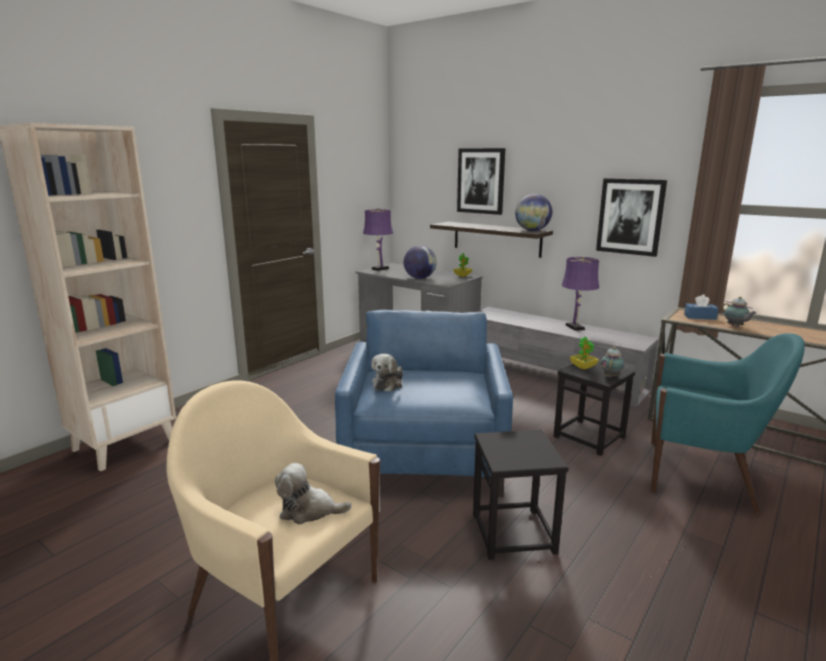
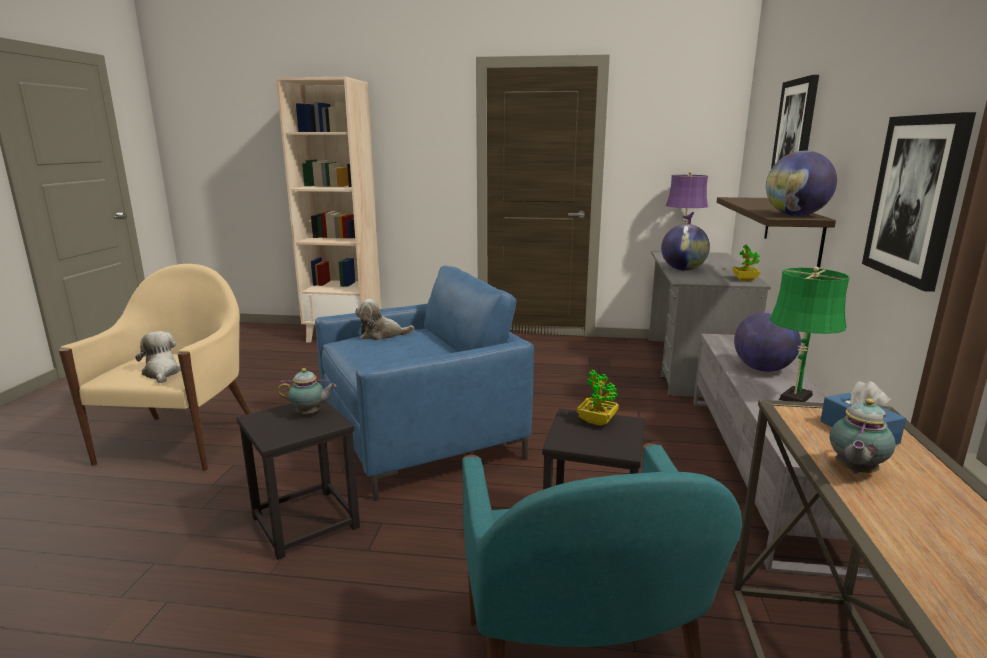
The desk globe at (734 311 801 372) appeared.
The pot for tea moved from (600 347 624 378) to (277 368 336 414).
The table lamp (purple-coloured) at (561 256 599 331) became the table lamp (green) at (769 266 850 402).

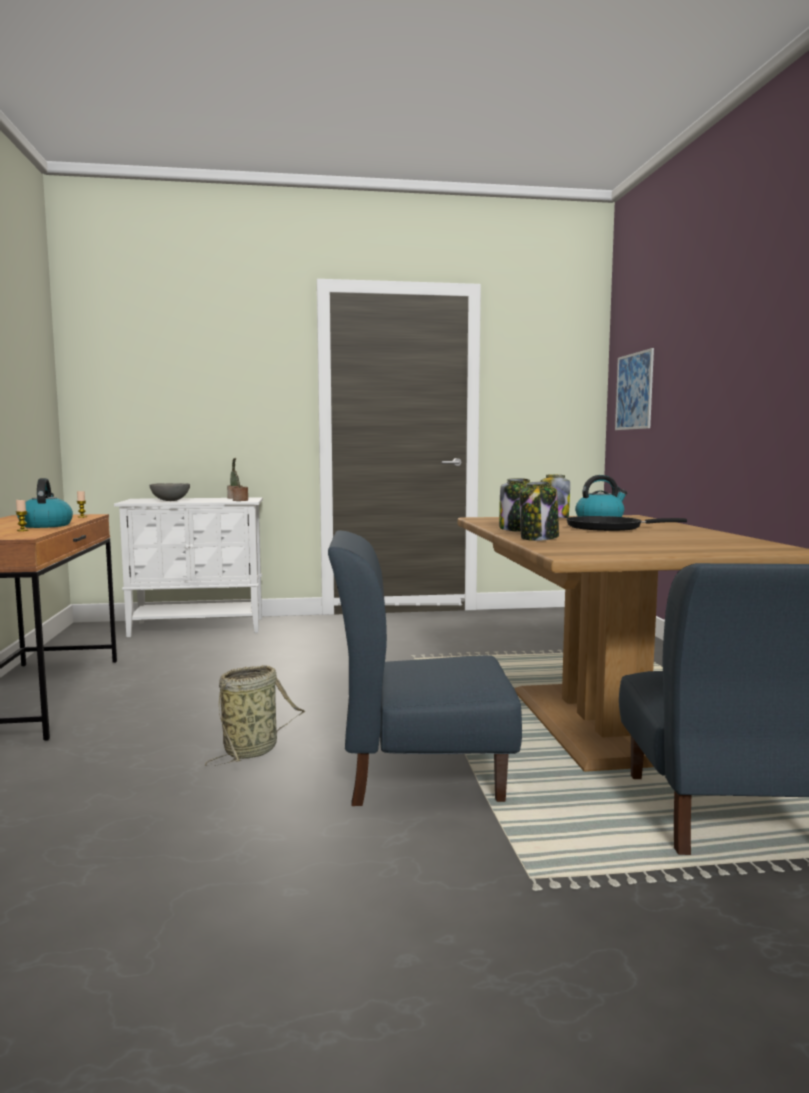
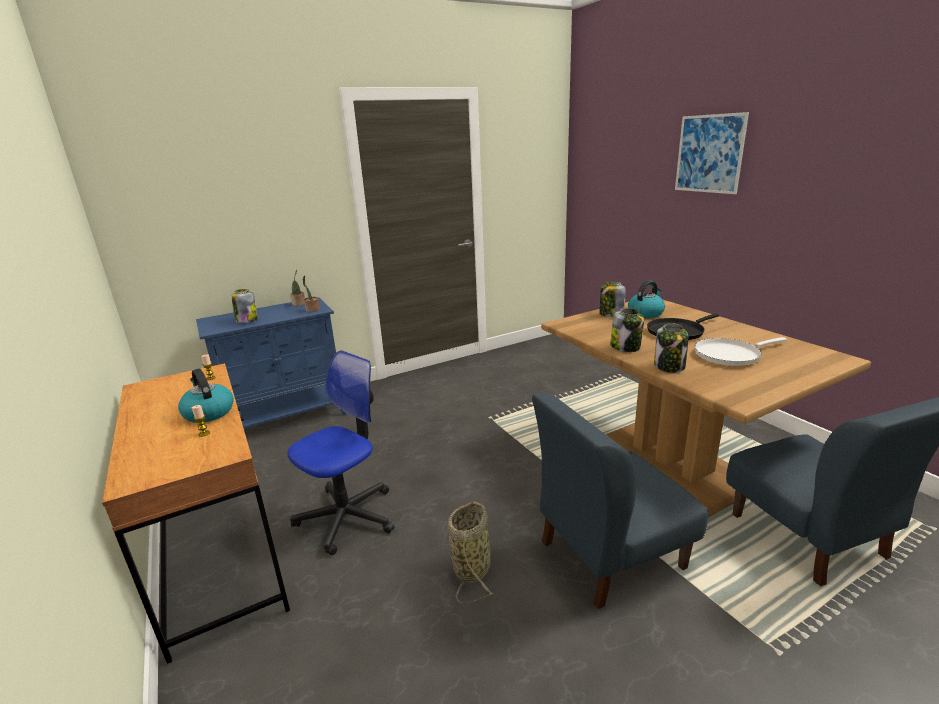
The computer chair at (287 350 394 555) appeared.
The frying pan (whitish) at (694 337 787 366) appeared.
The wall art moved from (615 348 654 430) to (675 112 749 194).
The bowl (greyish) at (150 483 190 501) was replaced by the preserve jar at (232 289 258 323).
The storage cabinet (whitish) at (114 497 263 637) became the storage cabinet (blue) at (196 297 346 428).

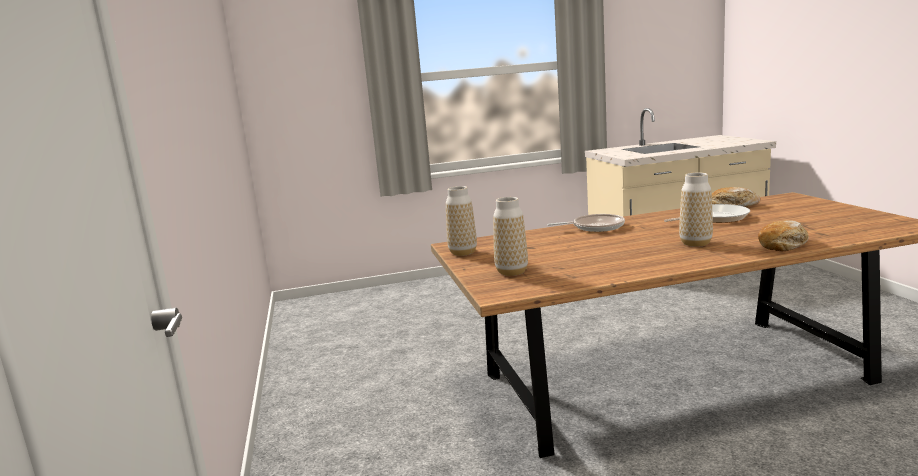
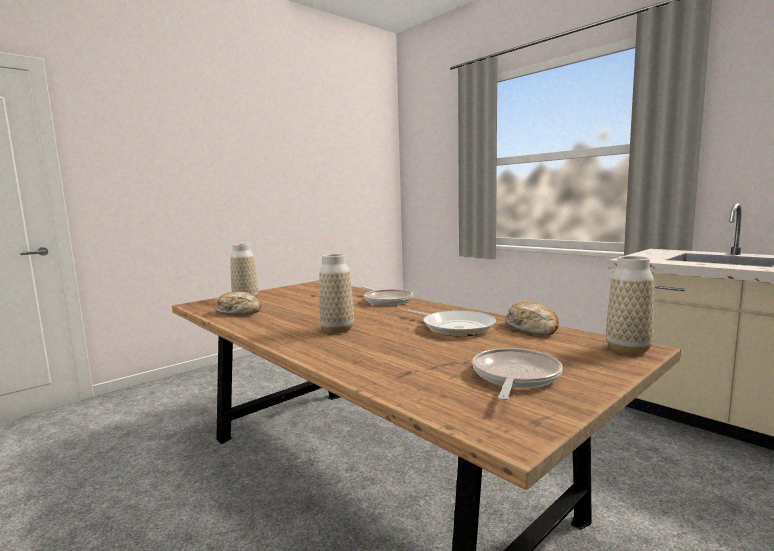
The frying pan at (472 348 563 401) appeared.
The decorative vase moved from (446 186 477 256) to (606 256 654 355).
The bakery bread moved from (758 220 809 251) to (215 291 261 315).

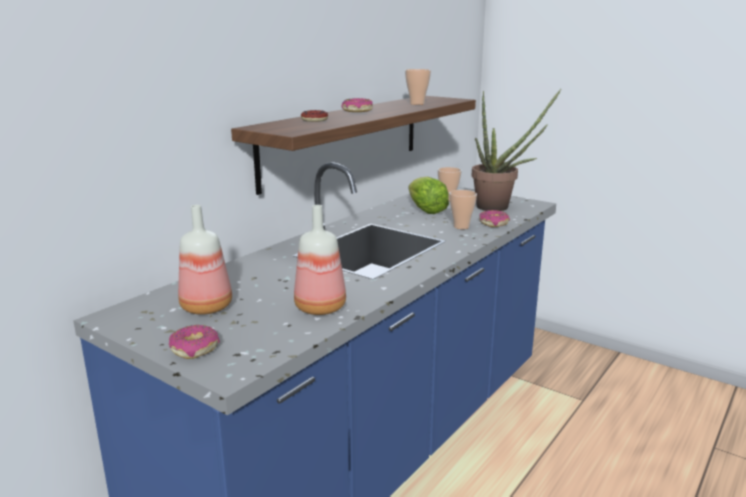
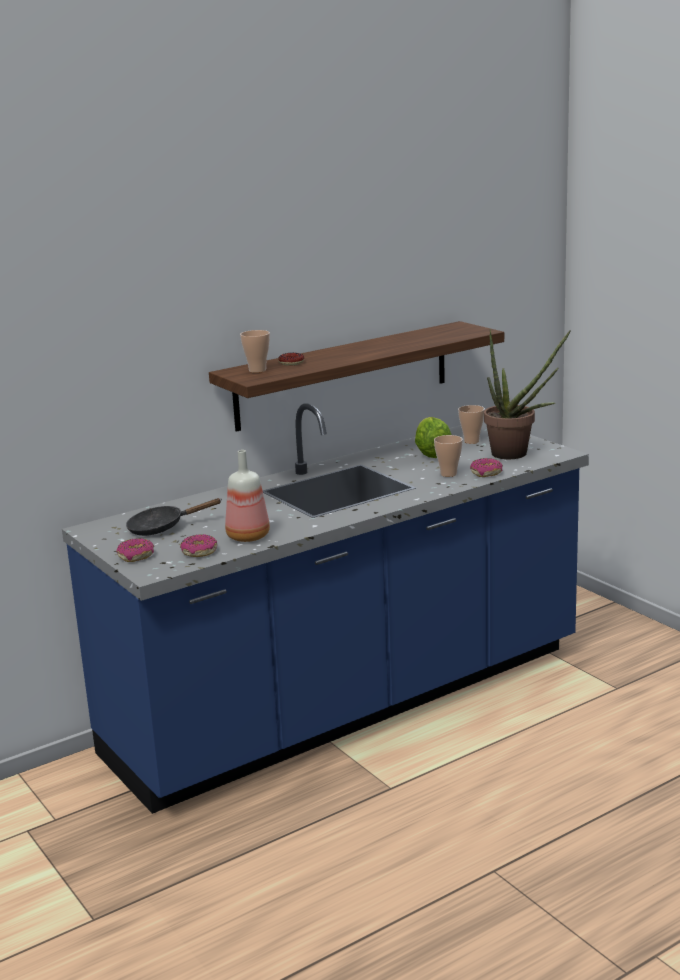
The ring doughnut moved from (342 98 373 112) to (180 534 217 557).
The drinking cup moved from (405 69 431 105) to (240 330 270 373).
The drink bottle at (178 205 232 315) was replaced by the frying pan (black-coloured) at (126 498 221 536).

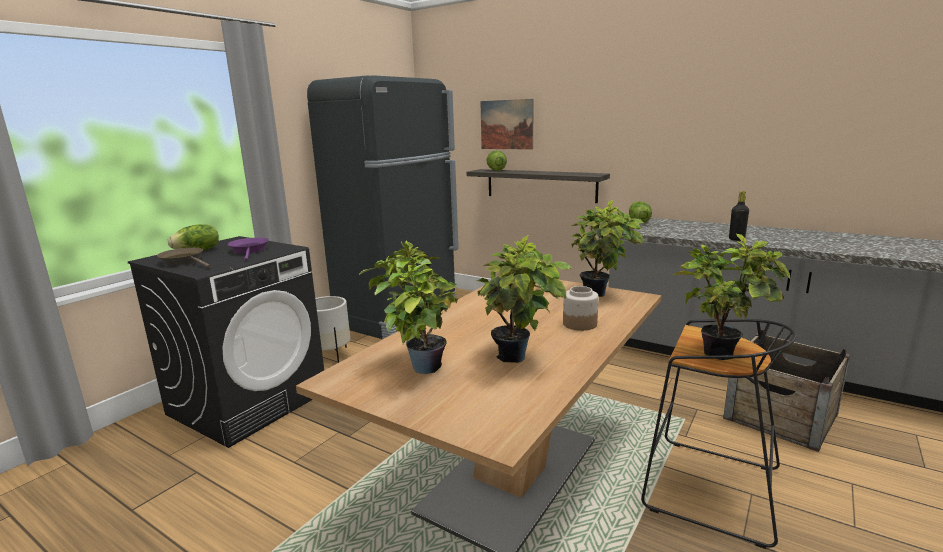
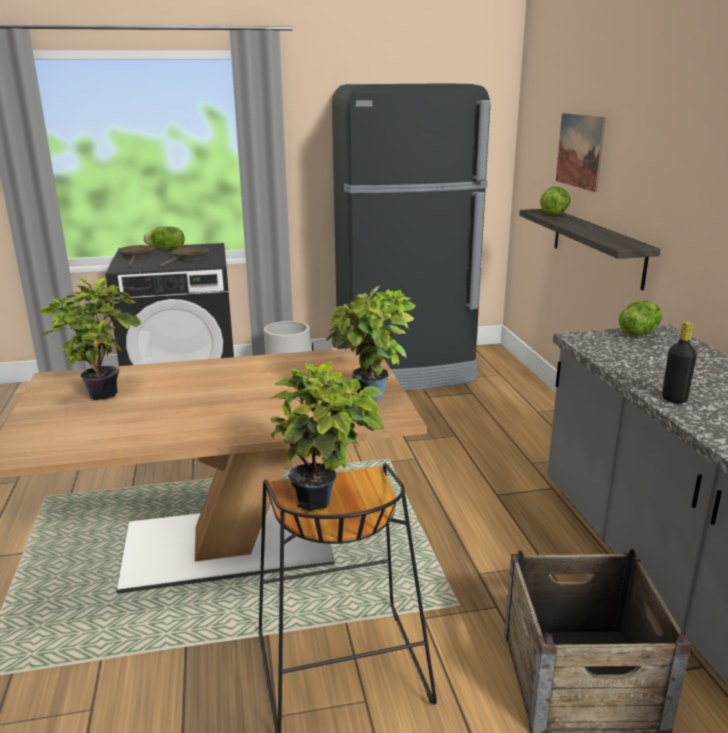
The potted plant at (477 236 572 363) disappeared.
The preserve jar at (563 286 599 331) disappeared.
The frying pan (purple-coloured) at (228 238 269 261) became the frying pan (brownish) at (158 247 209 268).

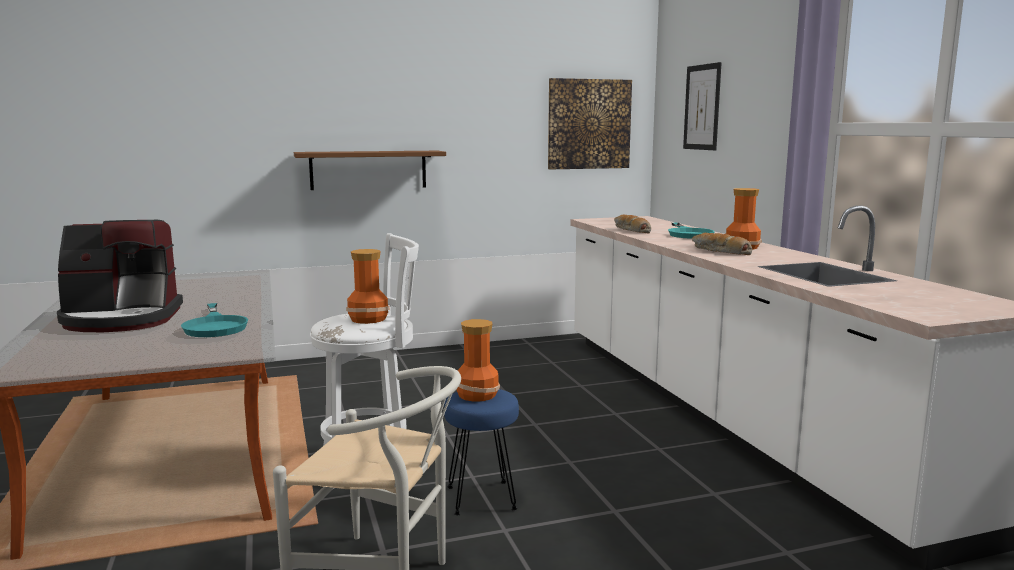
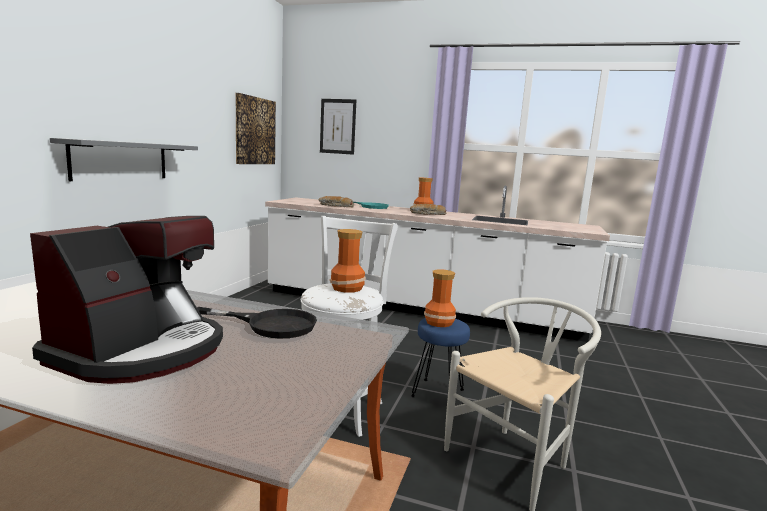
The frying pan (turquoise) at (181 303 248 337) became the frying pan (black-coloured) at (197 307 317 339).
The bracket shelf (brownish) at (294 151 446 190) became the bracket shelf (greyish) at (50 138 198 181).

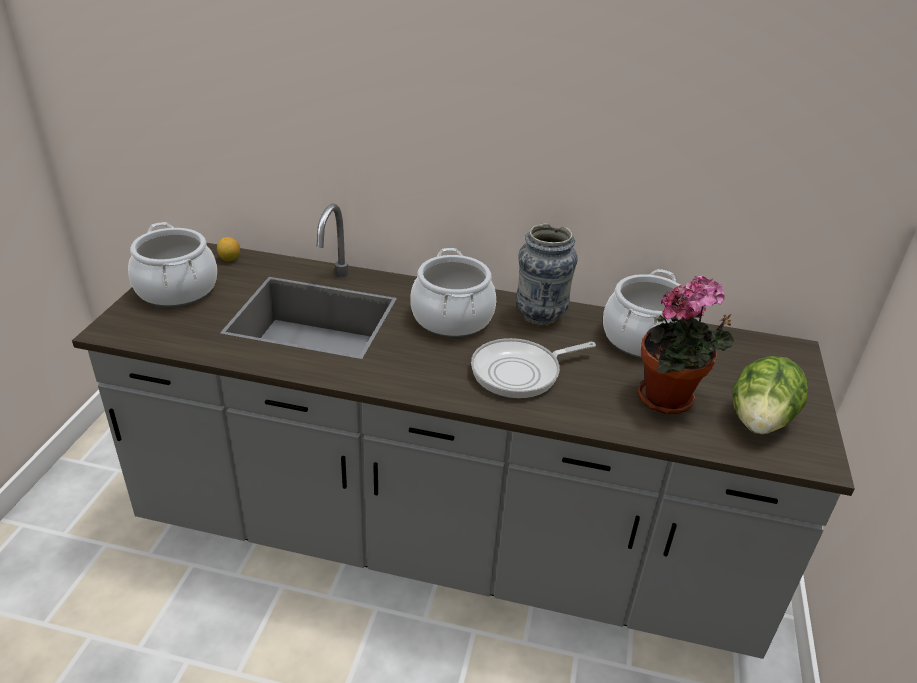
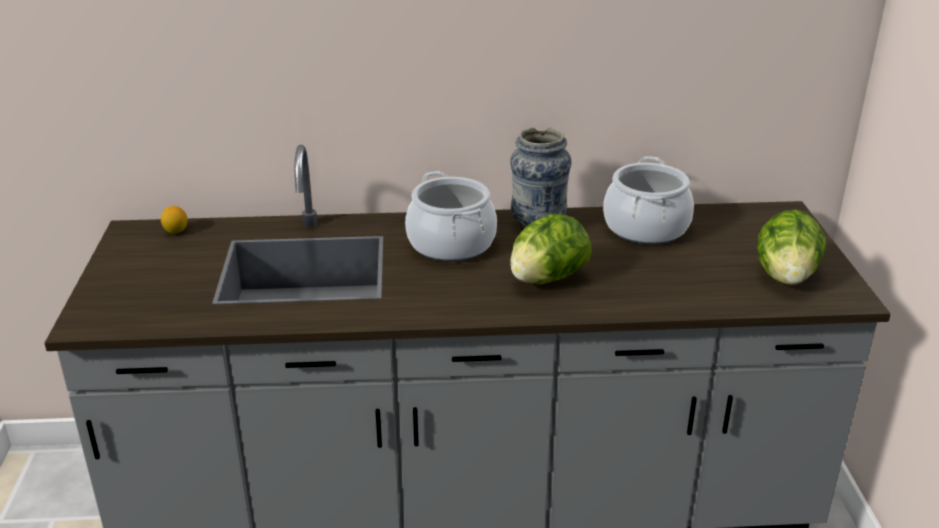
The saucepot at (128 222 217 307) disappeared.
The potted plant at (638 276 734 414) disappeared.
The frying pan at (471 338 596 398) was replaced by the head of lettuce at (510 214 592 284).

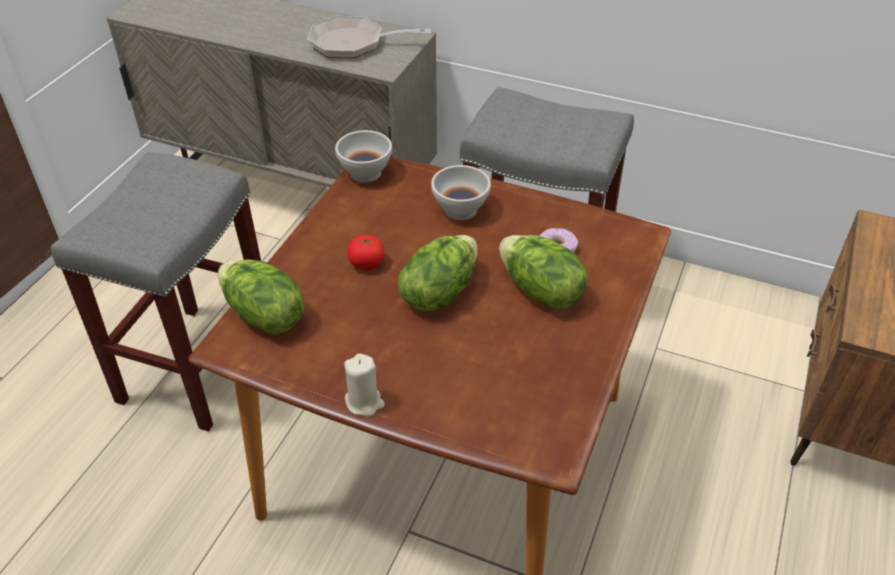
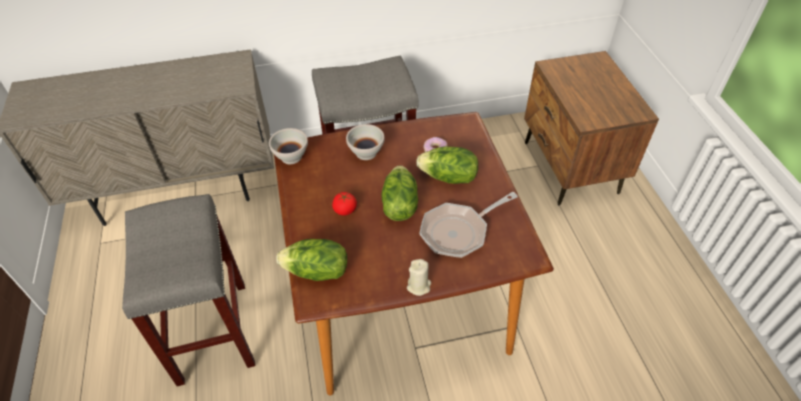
The frying pan moved from (307 16 432 58) to (419 192 518 258).

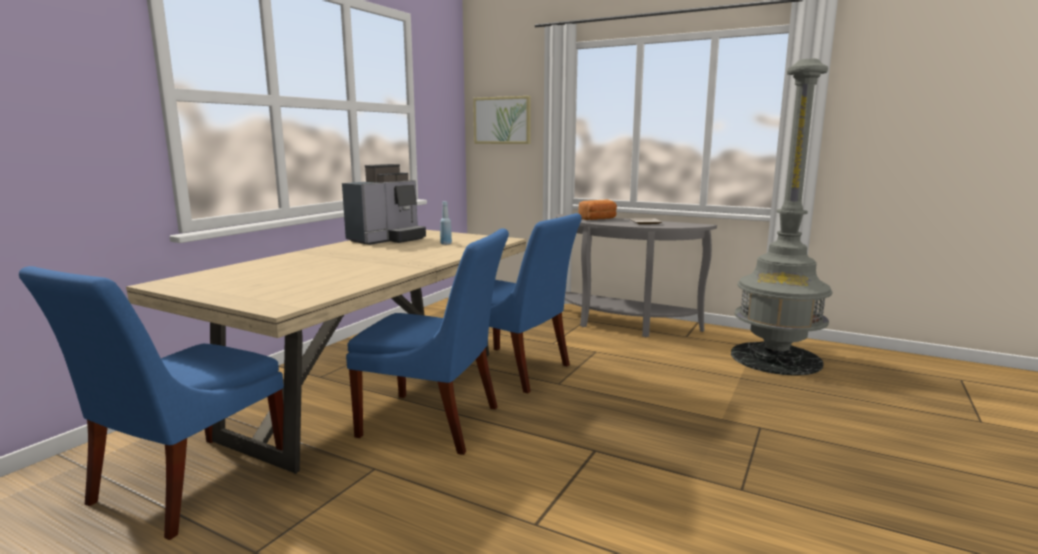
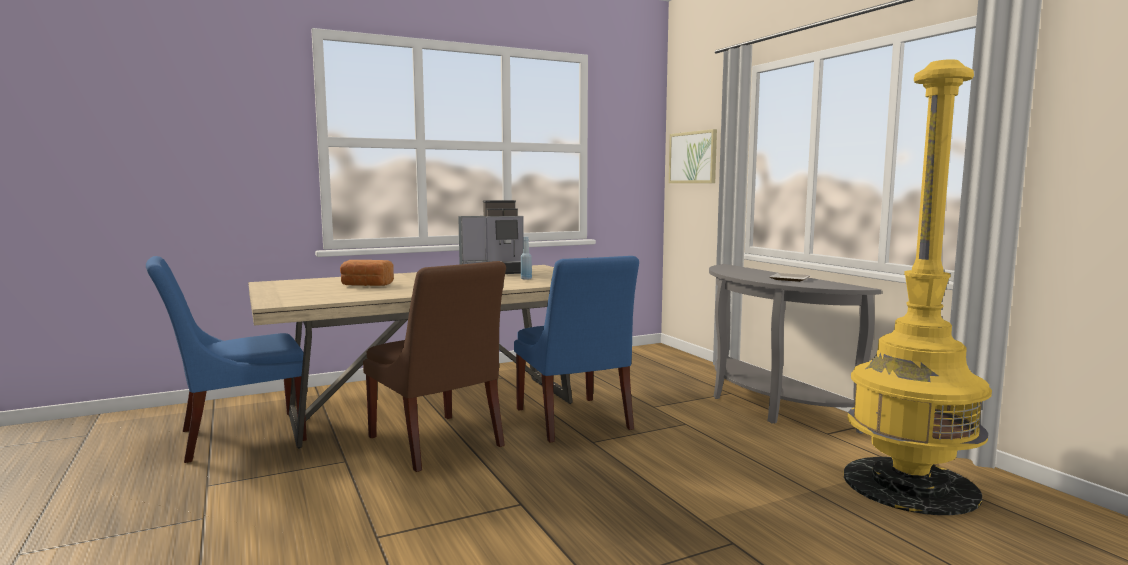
The bakery bread moved from (578 199 617 220) to (340 260 394 286).
The chair (blue) at (346 228 509 455) became the chair (brownish) at (363 261 506 472).
The standing lamp (greyish) at (731 59 832 375) became the standing lamp (yellow-coloured) at (844 59 992 515).

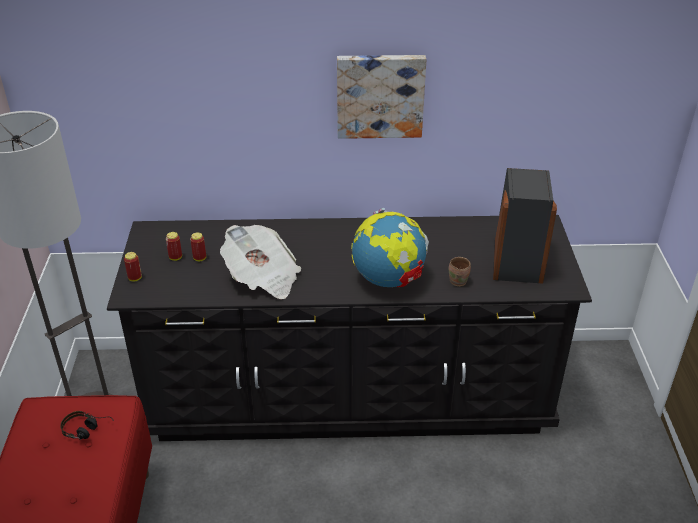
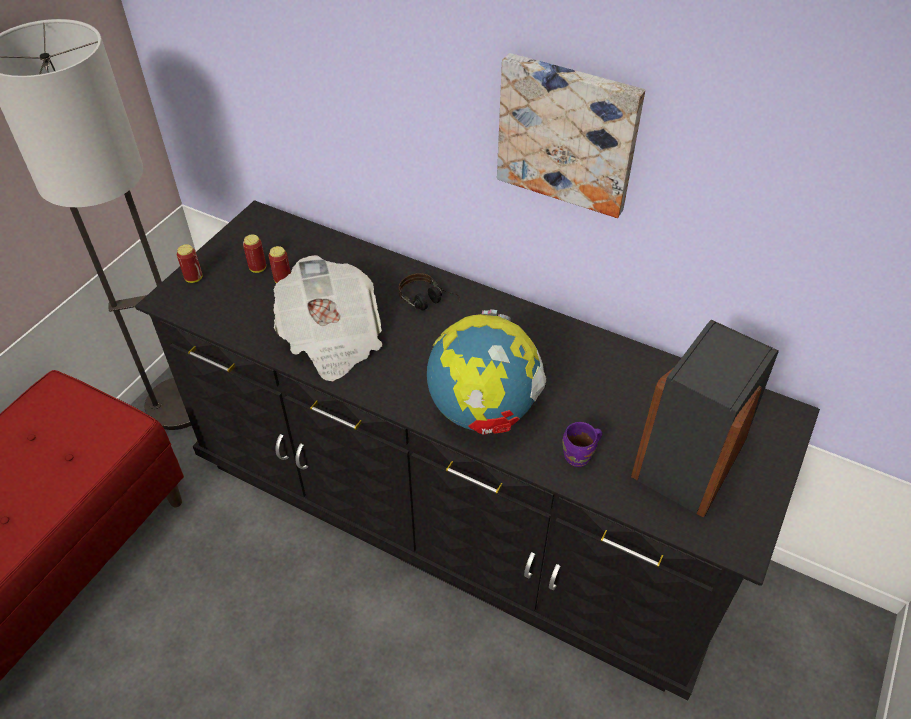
The headset moved from (60 411 114 440) to (399 273 460 311).
The tea mug (brownish) at (449 257 471 286) became the tea mug (purple-coloured) at (563 422 602 467).

